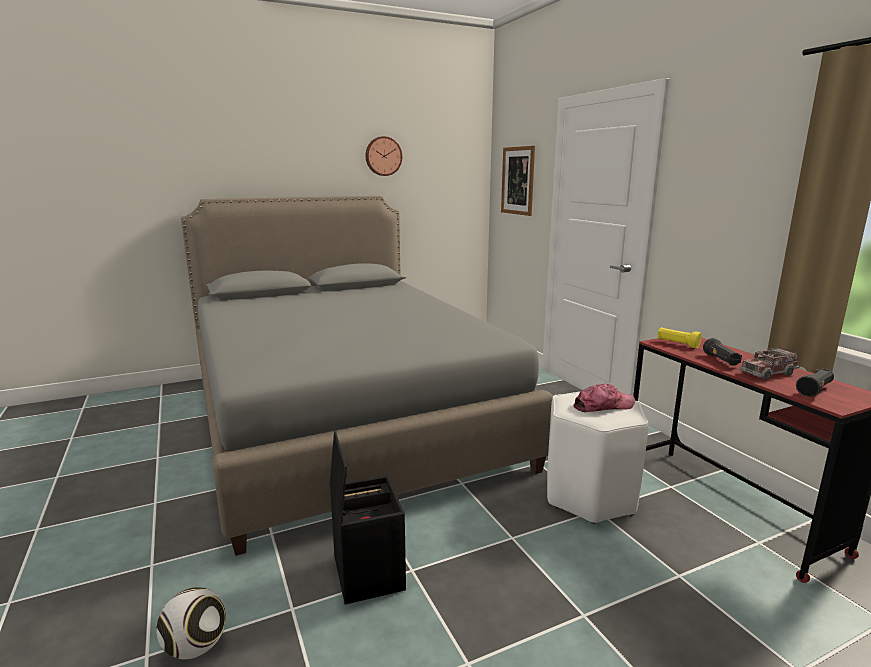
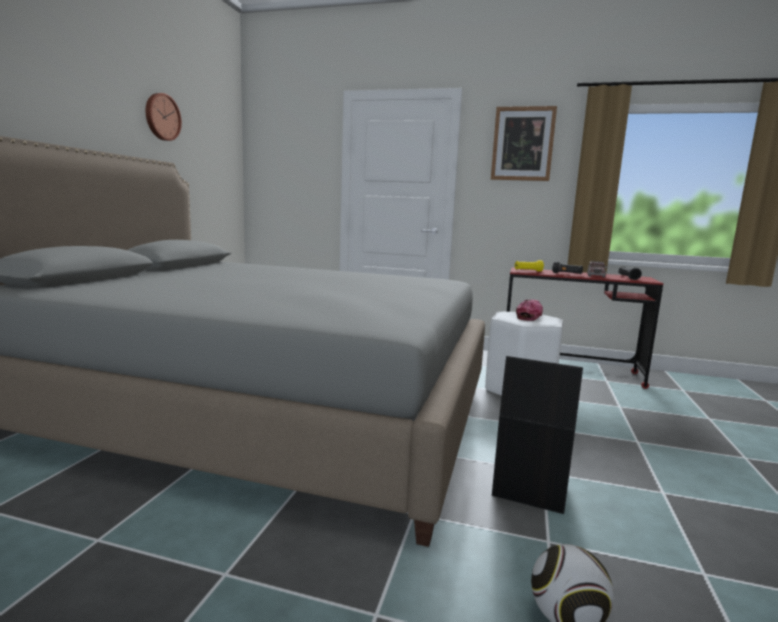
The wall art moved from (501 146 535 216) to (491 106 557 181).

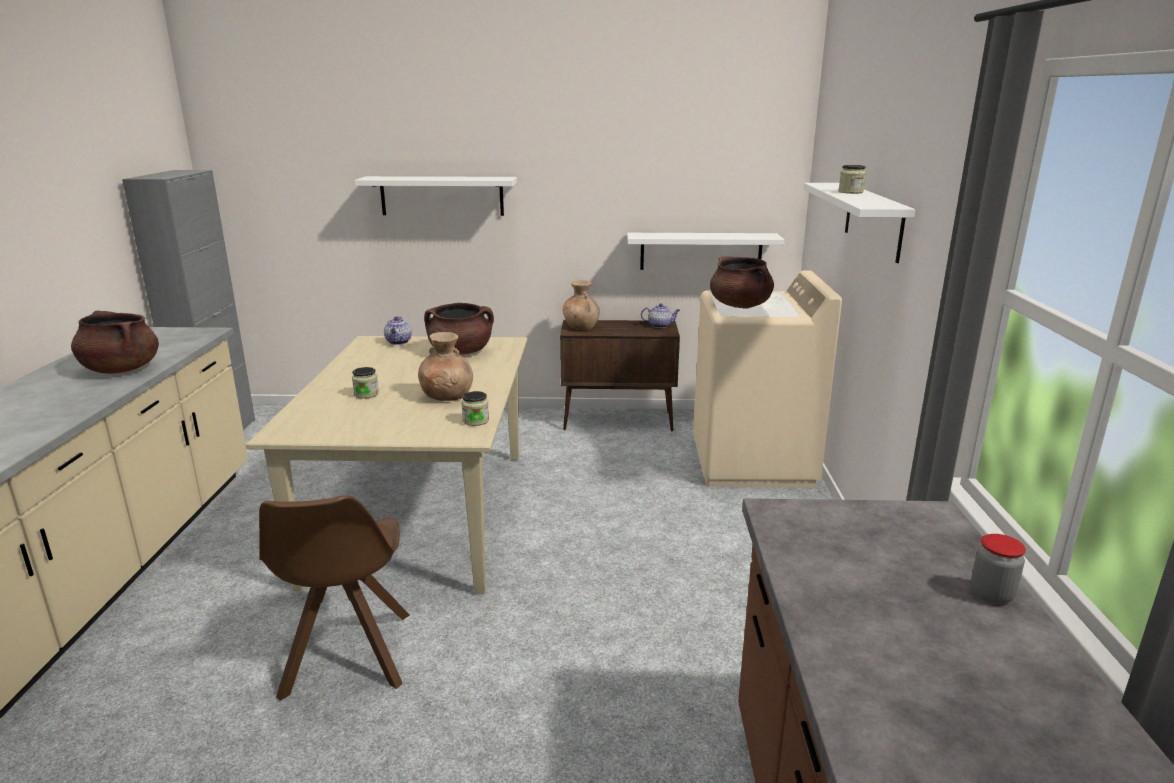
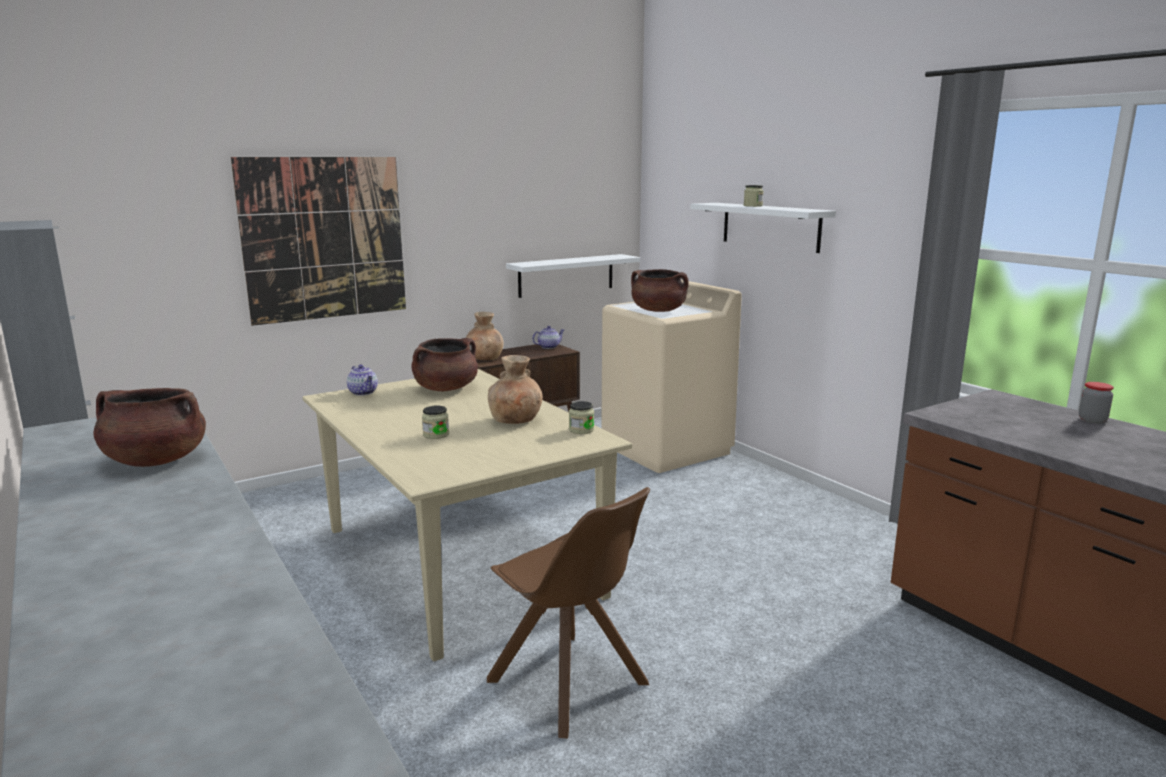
The bracket shelf (whitish) at (355 176 517 216) was replaced by the wall art at (231 157 406 326).

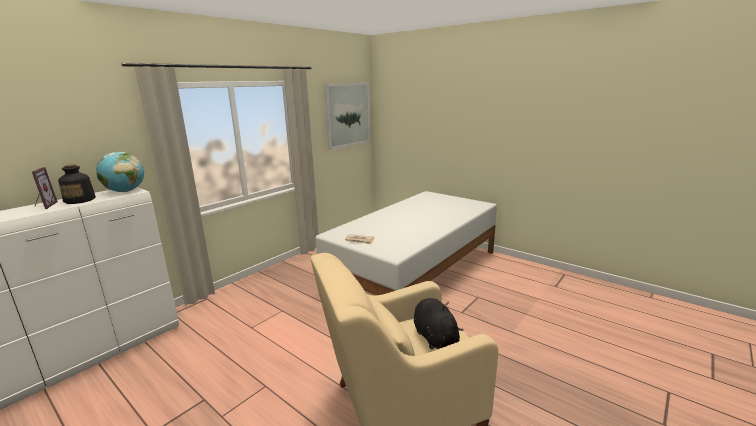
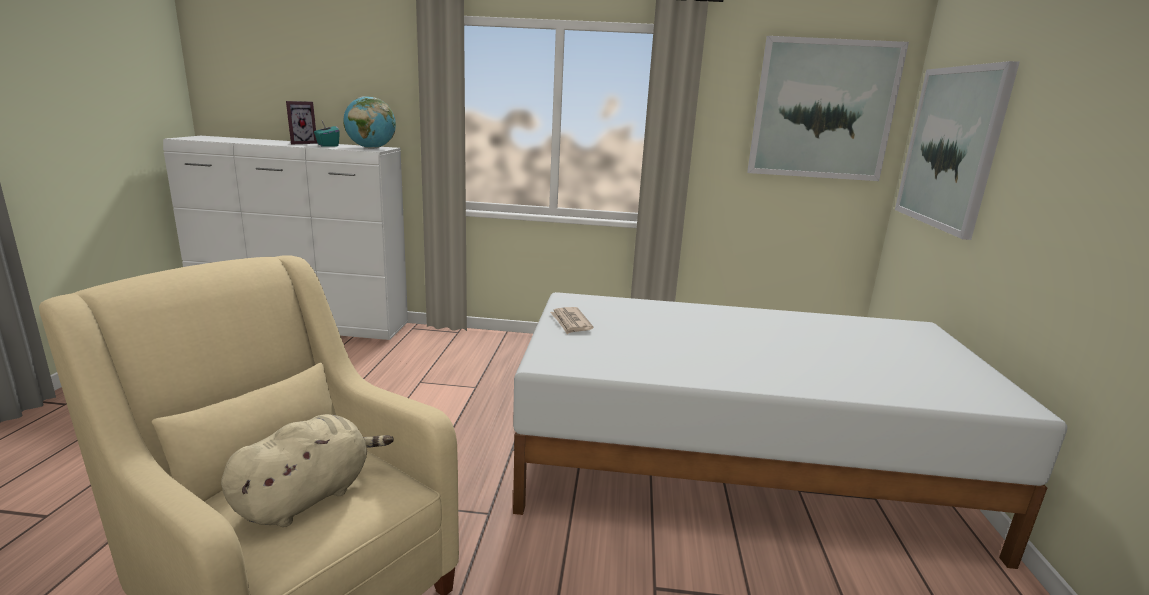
The wall art at (895 61 1020 240) appeared.
The drink bottle at (58 164 96 204) was replaced by the tissue box (turquoise) at (314 121 340 147).
The cuddly toy (black-coloured) at (414 298 464 349) became the cuddly toy (sand-coloured) at (221 414 394 527).

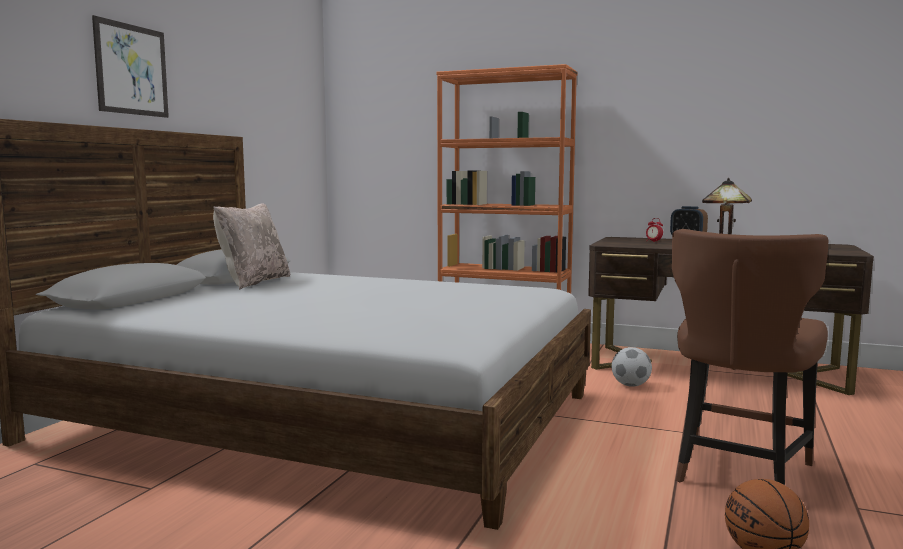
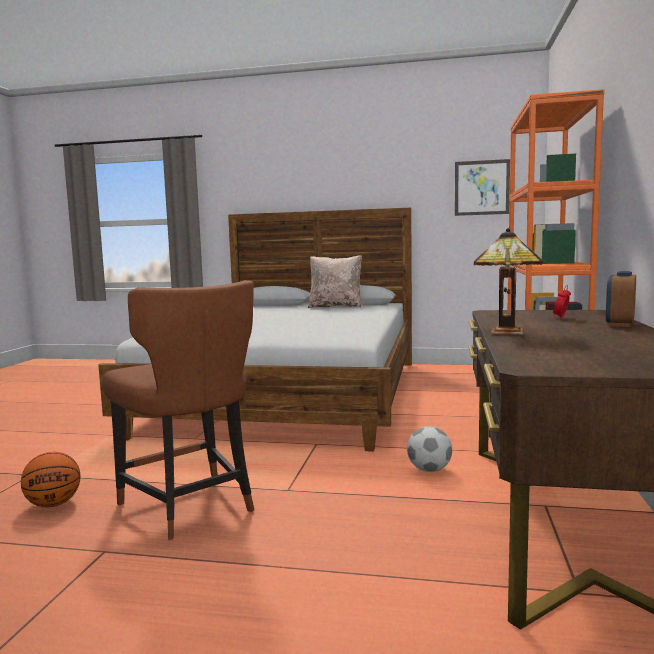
The wall art moved from (92 15 169 118) to (455 159 510 216).
The chair (brownish) at (672 229 828 485) turned 150 degrees counterclockwise.

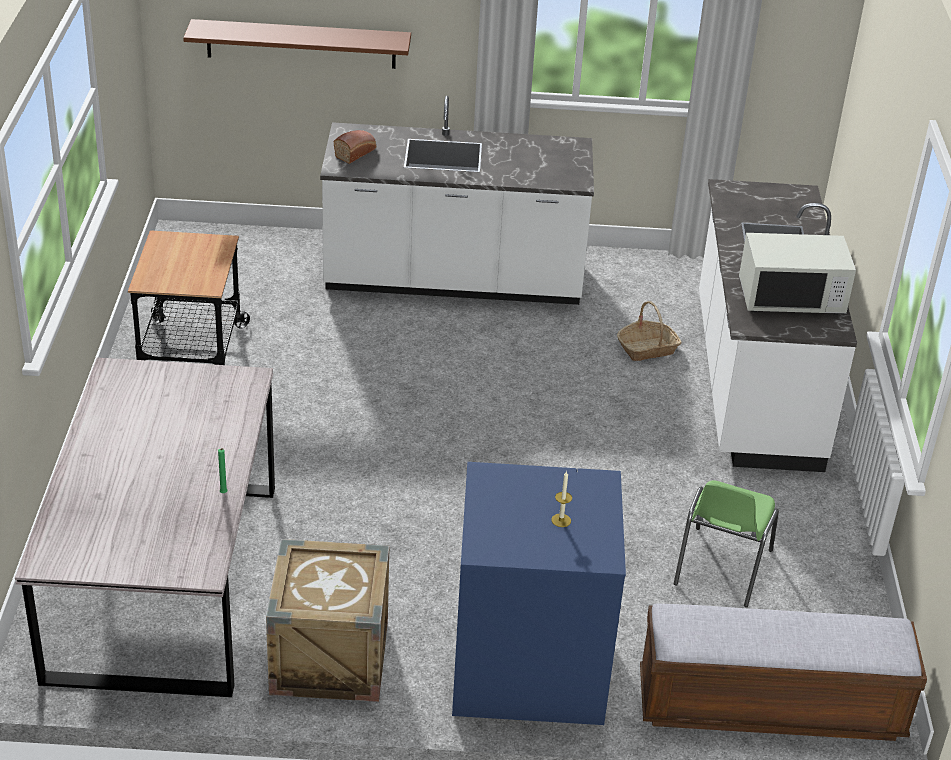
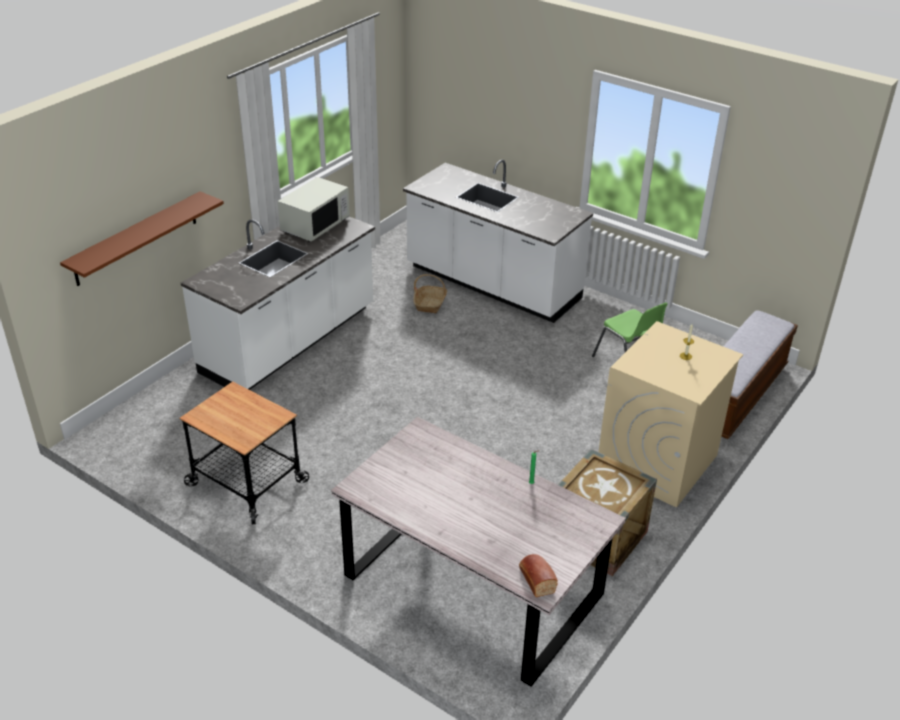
The bakery bread moved from (334 130 376 164) to (519 554 558 597).
The kitchen microwave (whitish) moved from (739 233 856 315) to (277 177 350 242).
The laundry machine (blue) at (452 462 626 725) became the laundry machine (sand-coloured) at (598 321 743 508).

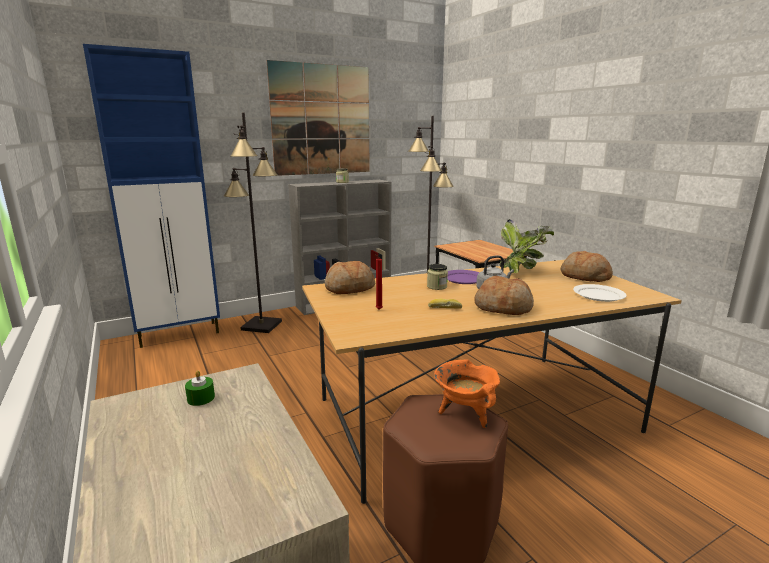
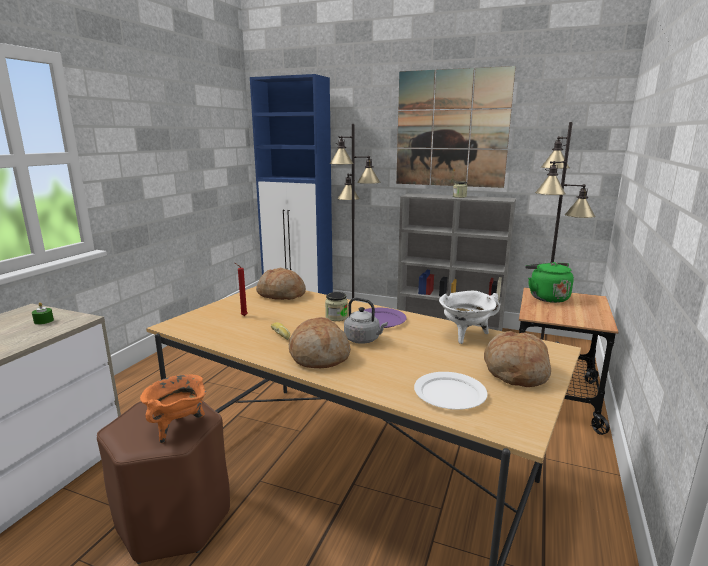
The kettle (green) at (525 262 574 303) appeared.
The potted plant at (499 219 554 273) was replaced by the saucepot (whitish) at (439 291 500 344).

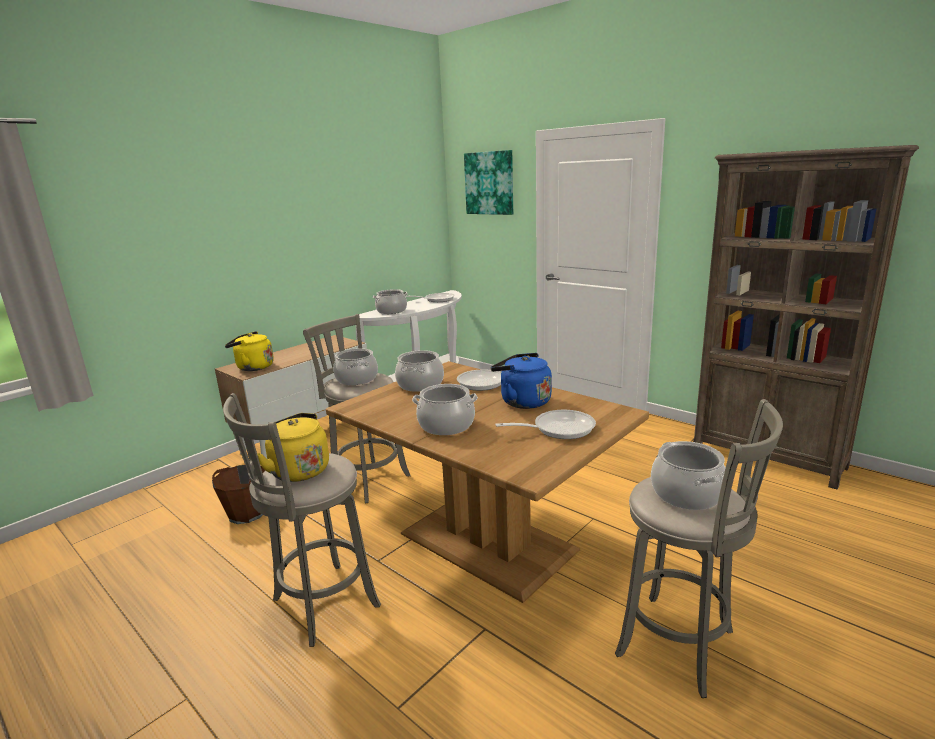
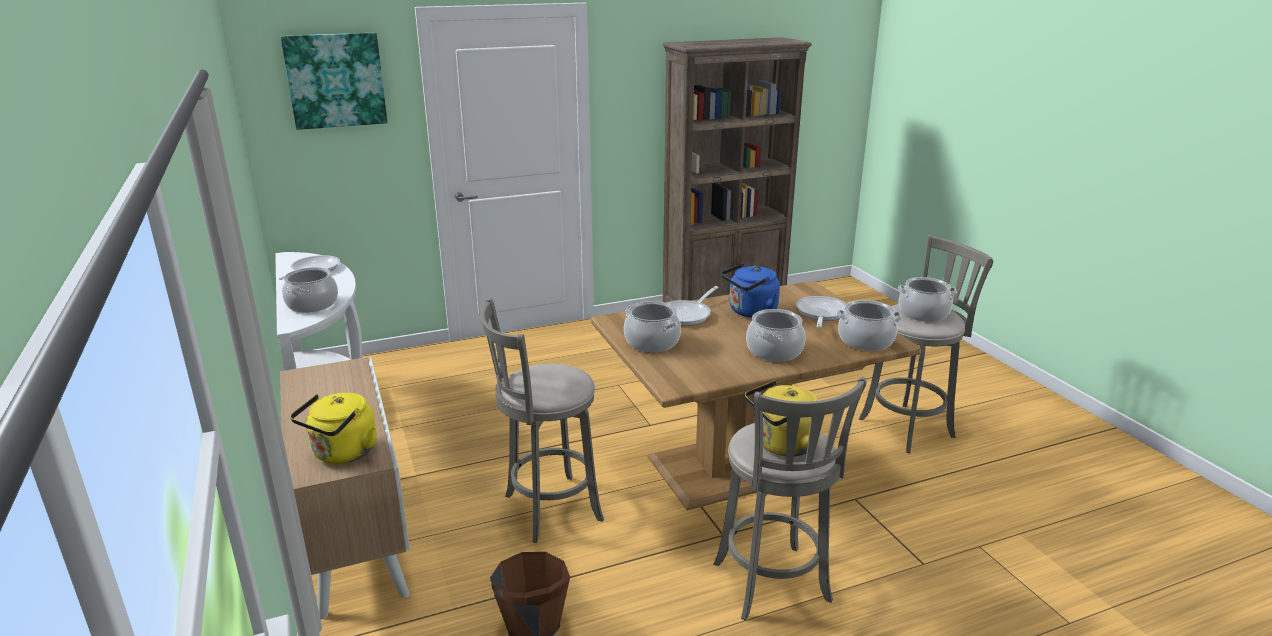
The saucepot moved from (333 348 378 385) to (837 300 902 351).

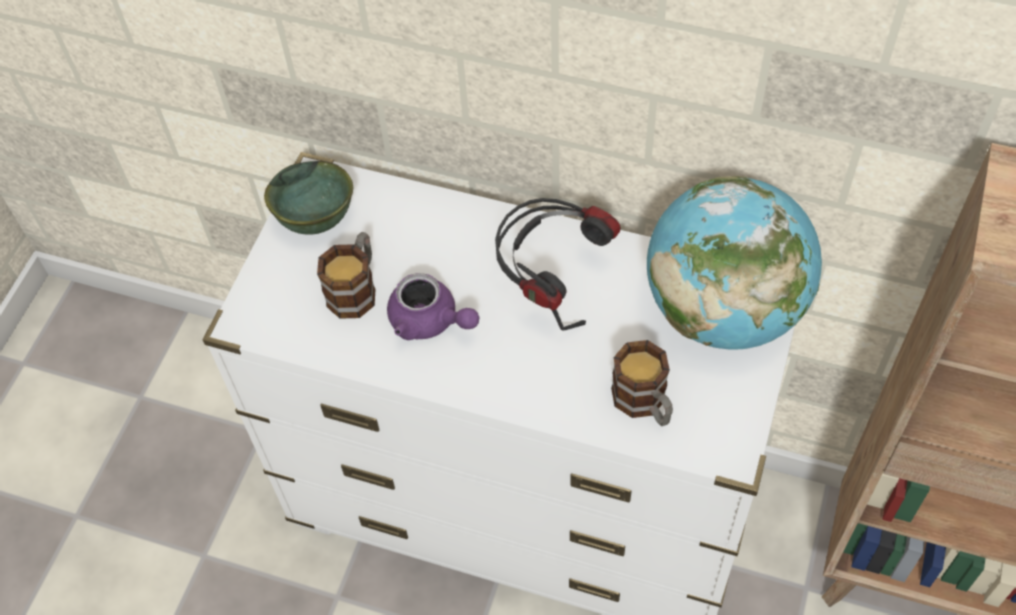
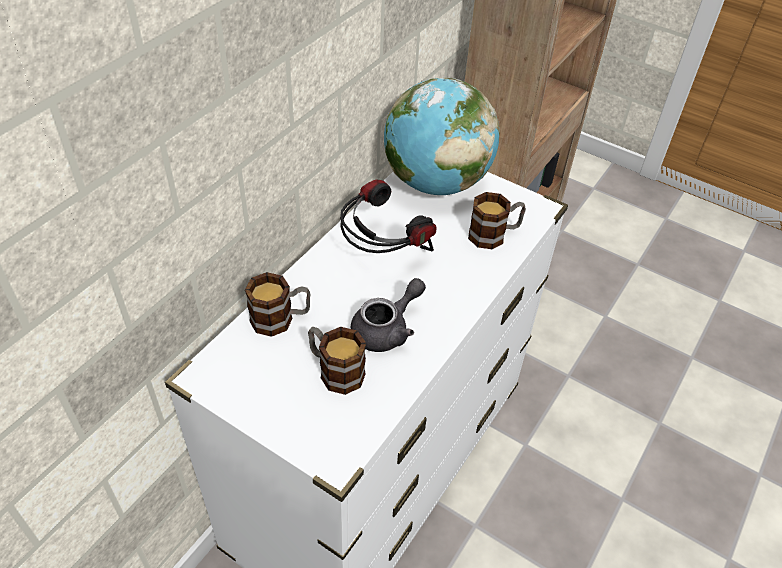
The bowl (green) at (264 161 354 235) disappeared.
The tea mug at (245 272 310 337) appeared.
The pot for tea (purple-coloured) at (387 273 479 340) became the pot for tea (greyish) at (351 278 426 352).

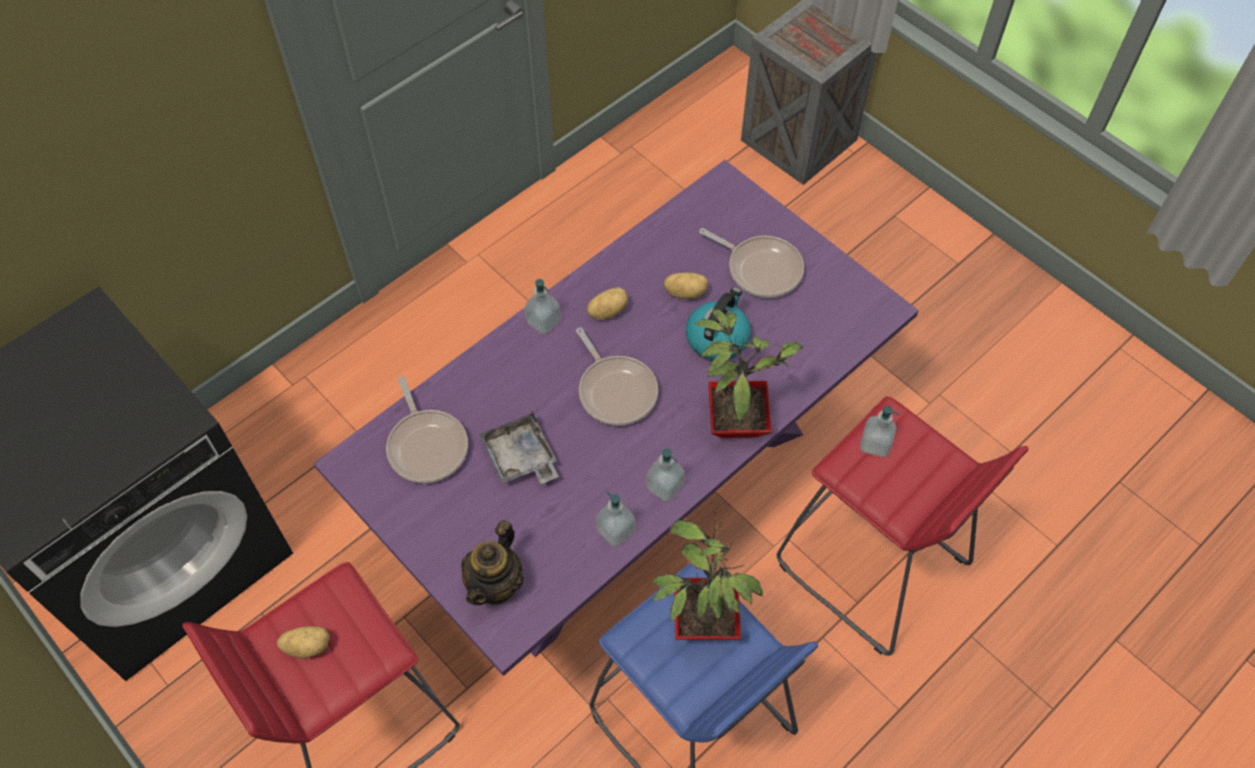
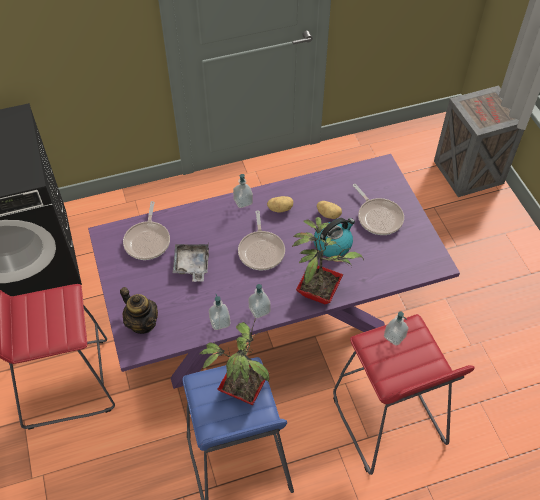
The spud at (277 626 330 658) disappeared.
The pot for tea at (461 520 524 605) turned 90 degrees counterclockwise.

